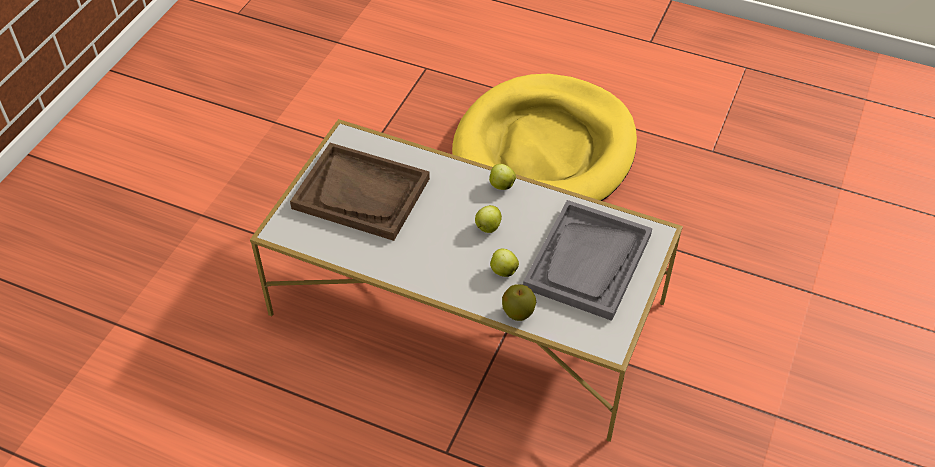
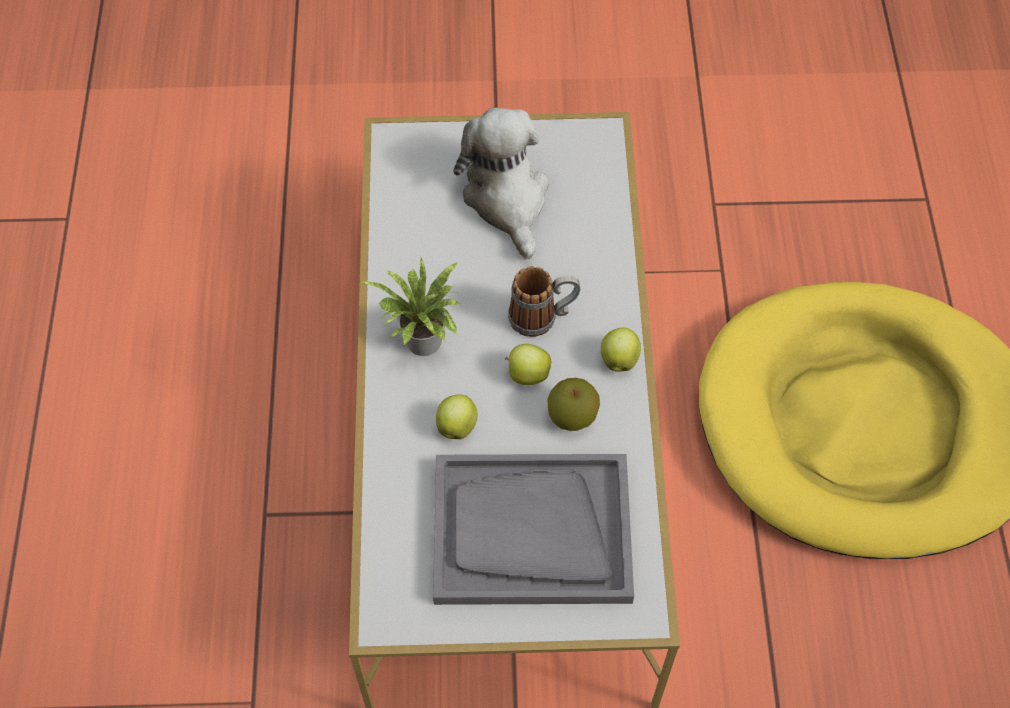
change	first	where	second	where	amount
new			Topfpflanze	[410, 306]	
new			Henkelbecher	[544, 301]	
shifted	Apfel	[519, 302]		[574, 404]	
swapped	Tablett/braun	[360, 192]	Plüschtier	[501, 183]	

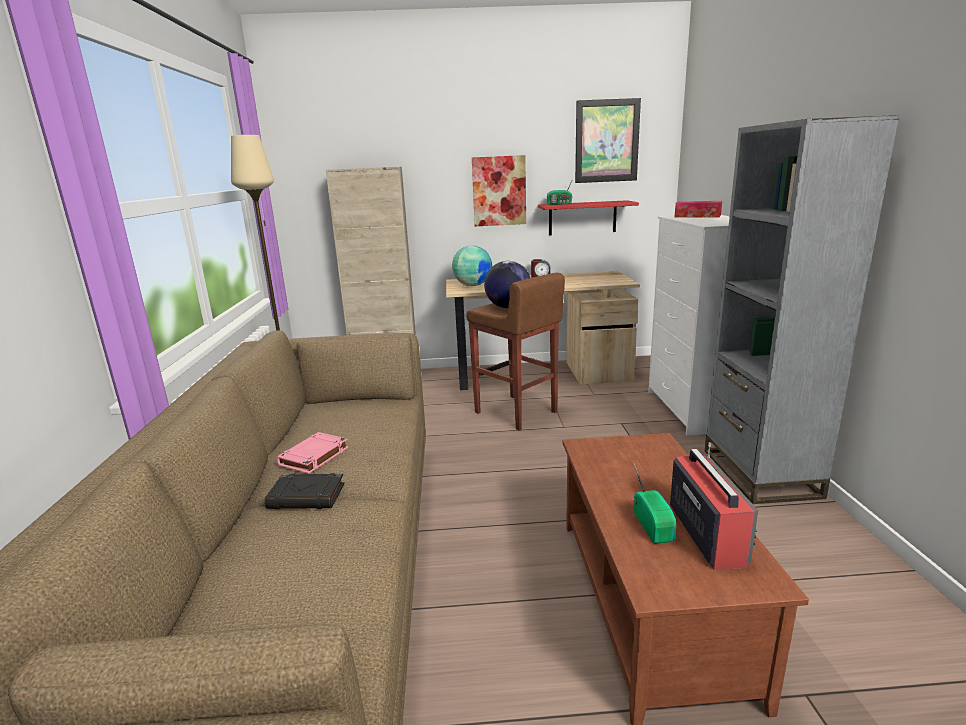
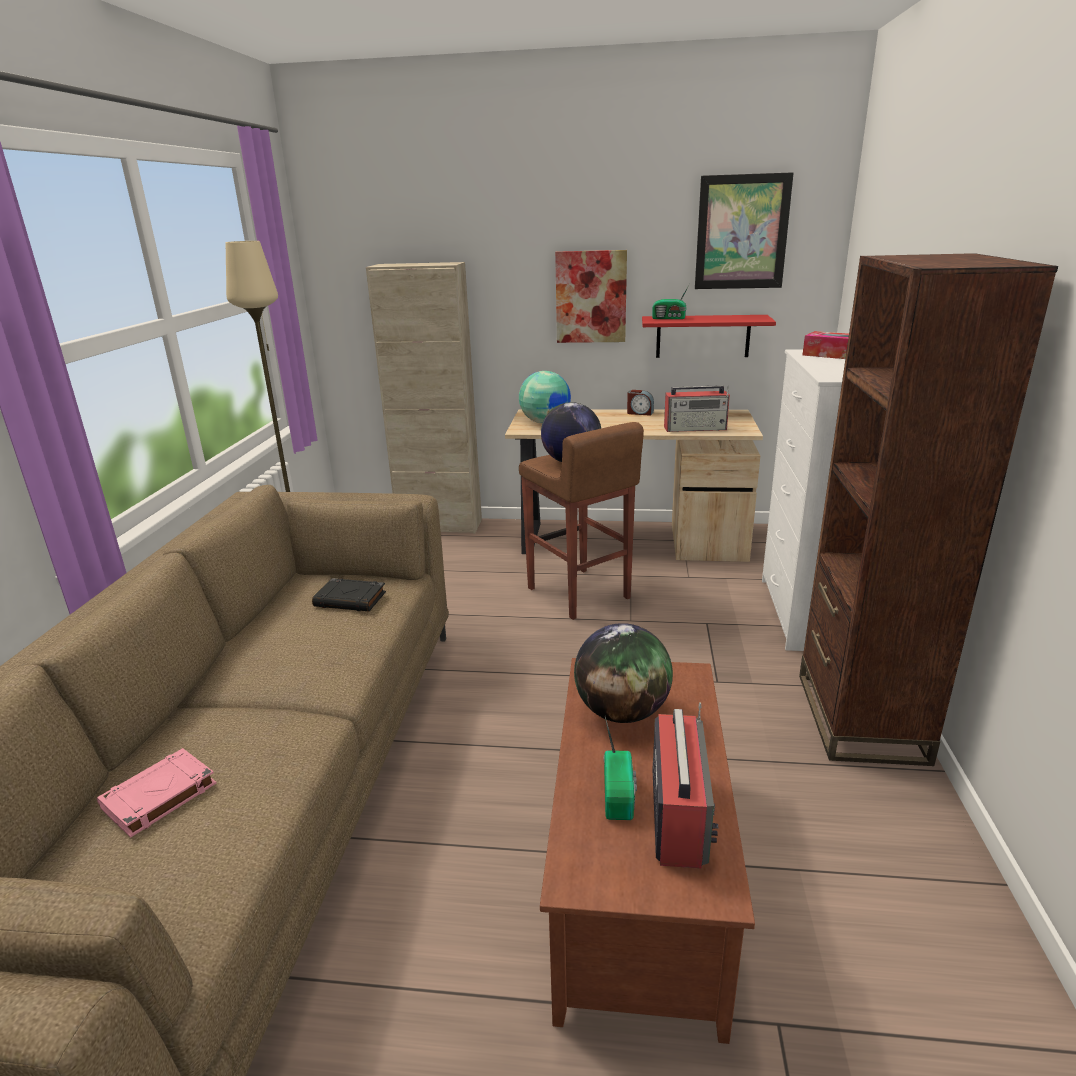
change	first	where	second	where	amount
new			Globus	[623, 673]	
new			Radio	[697, 408]	
shifted	Buch/schwarz	[304, 491]		[349, 594]	
shifted	Buch/rosa	[312, 453]		[156, 793]	
repainted	Bücherregal/grau	[802, 309]	Bücherregal/braun	[928, 509]	

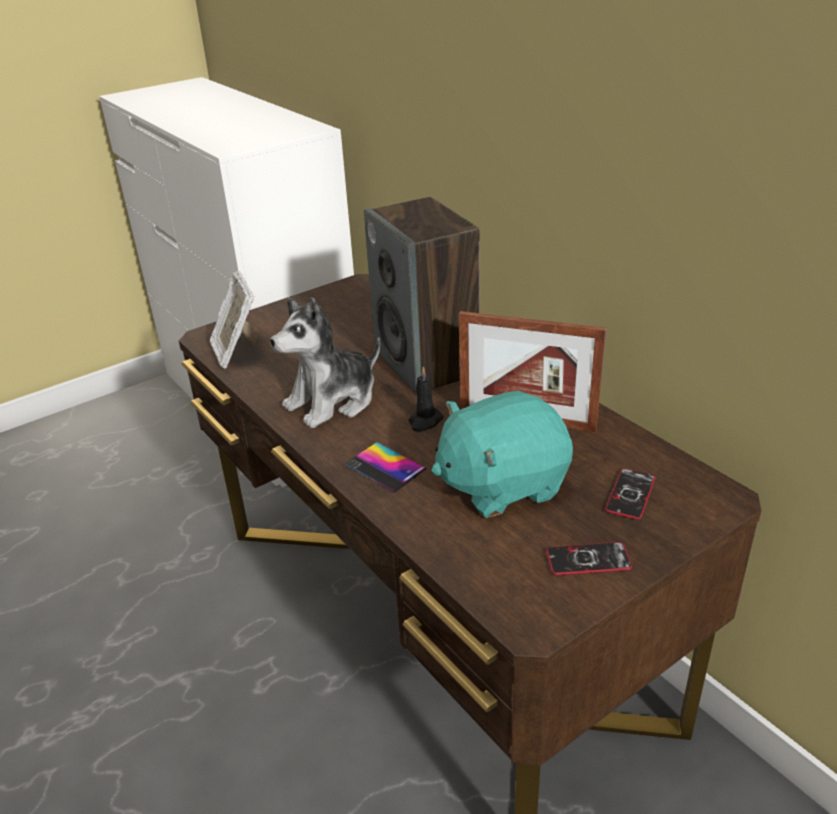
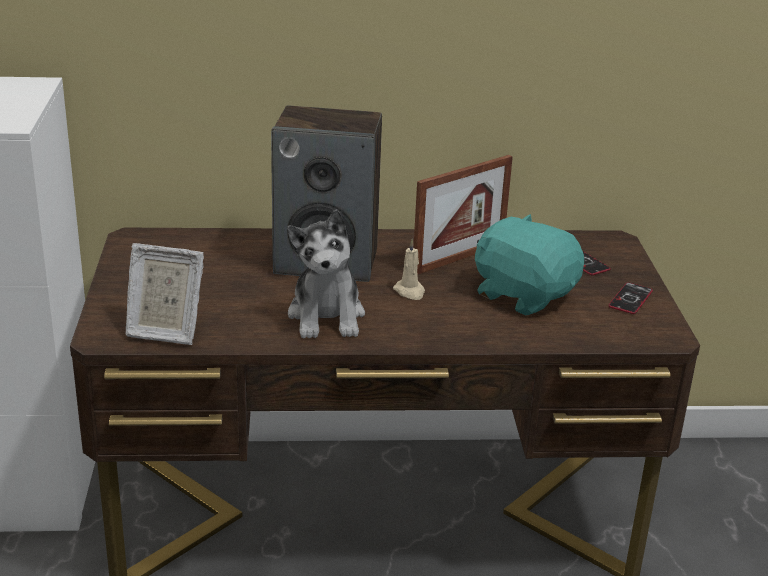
change	first	where	second	where	amount
gone	Handy	[385, 467]			
repainted	Kerze/schwarz	[426, 399]	Kerze/beige	[409, 269]	
rotated	Plüschtier/türkis	[502, 454]		[529, 265]	120 degrees clockwise

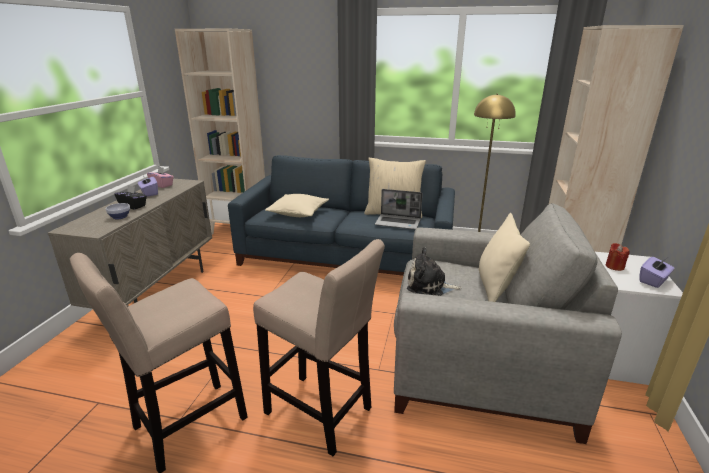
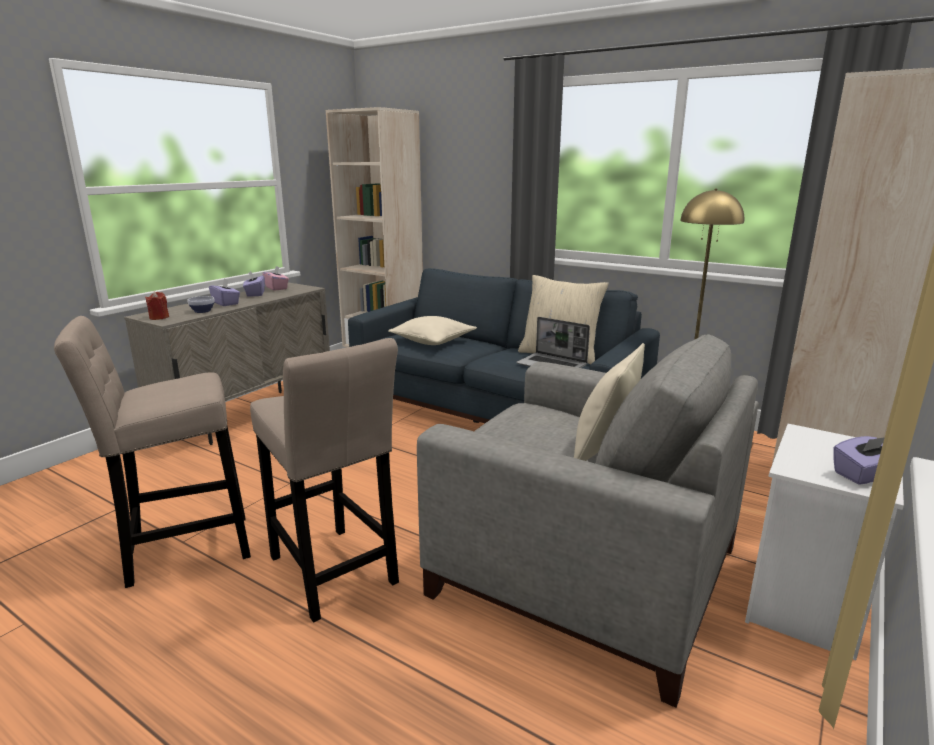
change	first	where	second	where	amount
gone	Plüschtier	[434, 271]			
shifted	Kerze/rot	[618, 257]		[157, 306]	
repainted	Taschentuchbox/schwarz	[130, 197]	Taschentuchbox/lila	[224, 292]	

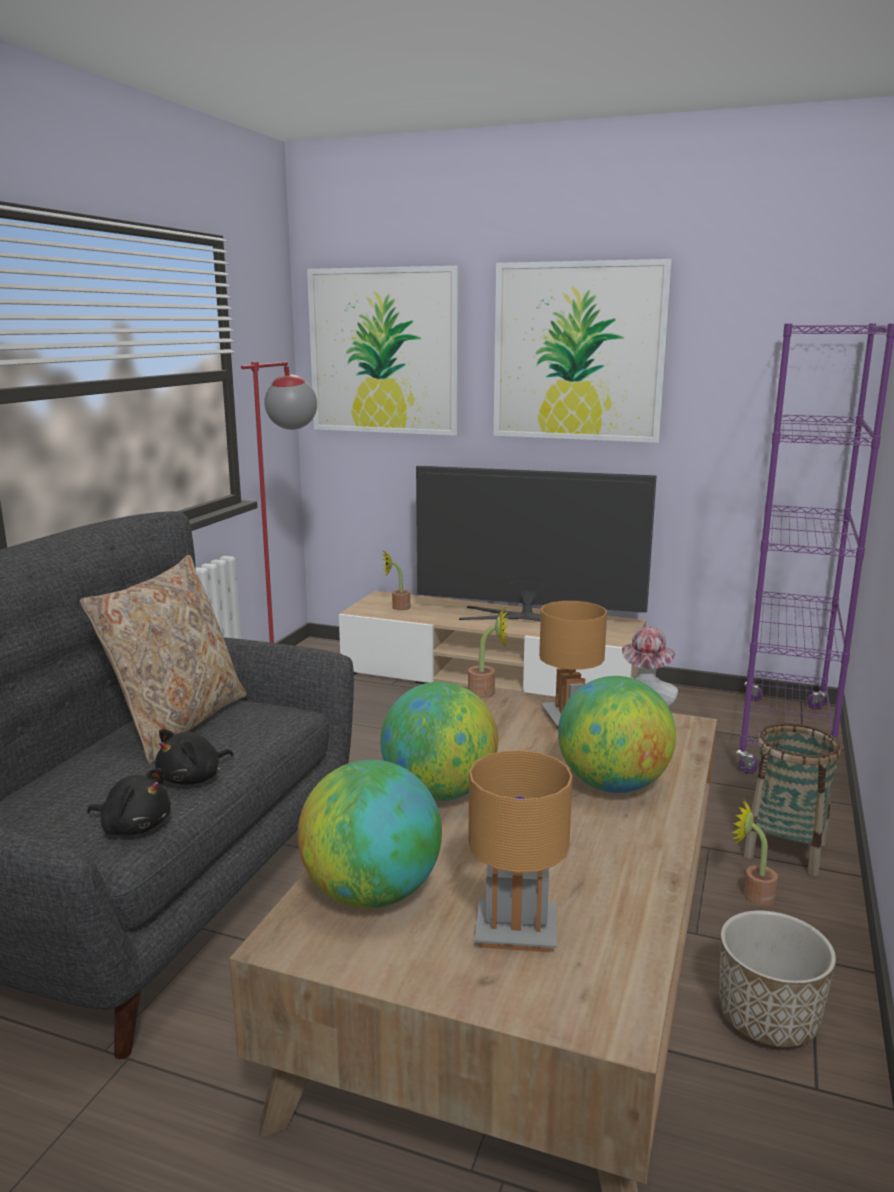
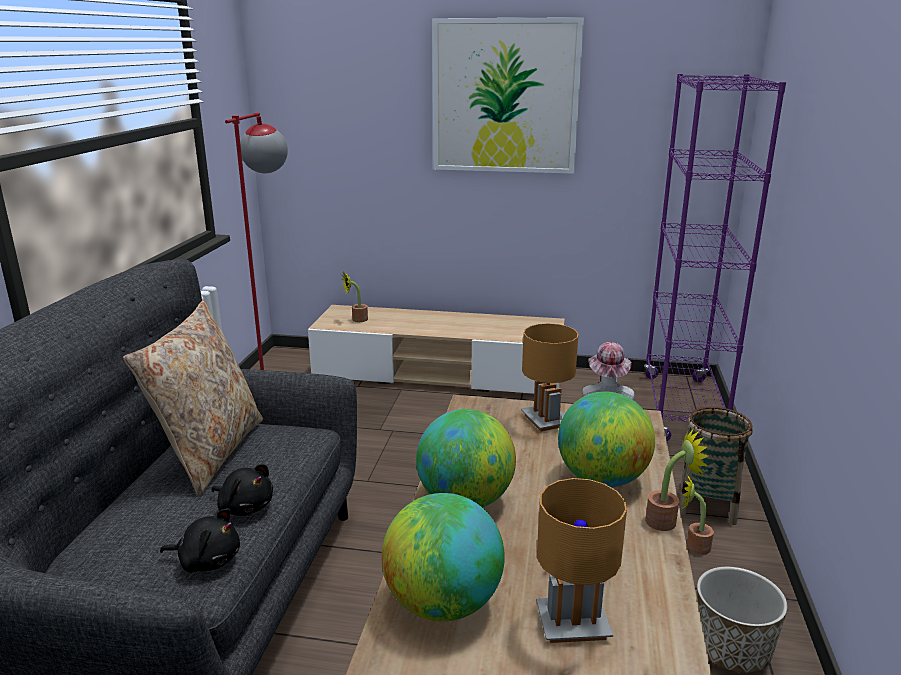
change	first	where	second	where	amount
gone	Bild	[383, 351]			
gone	Fernseher	[536, 543]			
shifted	Topfpflanze	[488, 652]		[676, 479]	
rotated	Plüschtier/schwarz	[194, 757]		[242, 490]	90 degrees counterclockwise

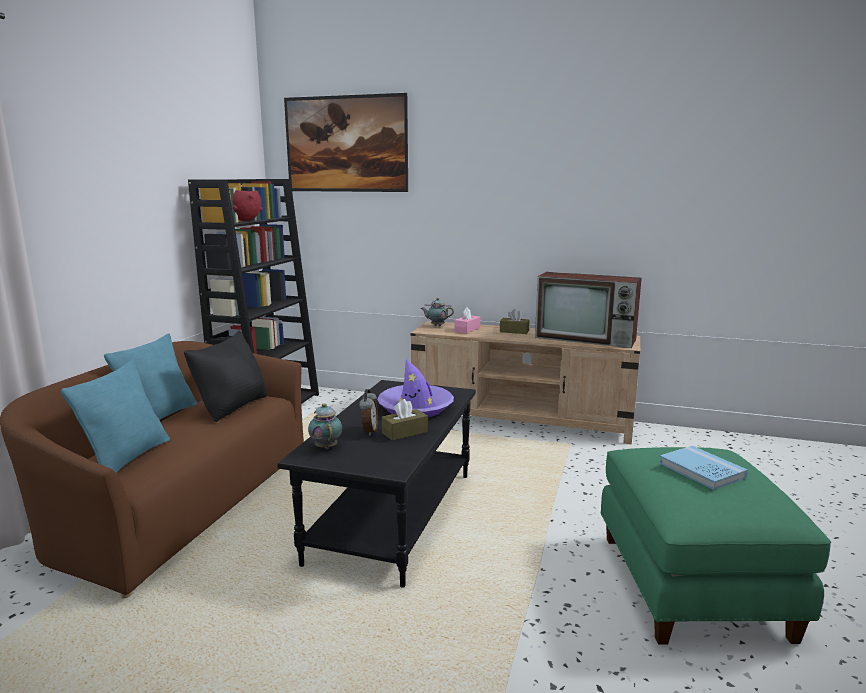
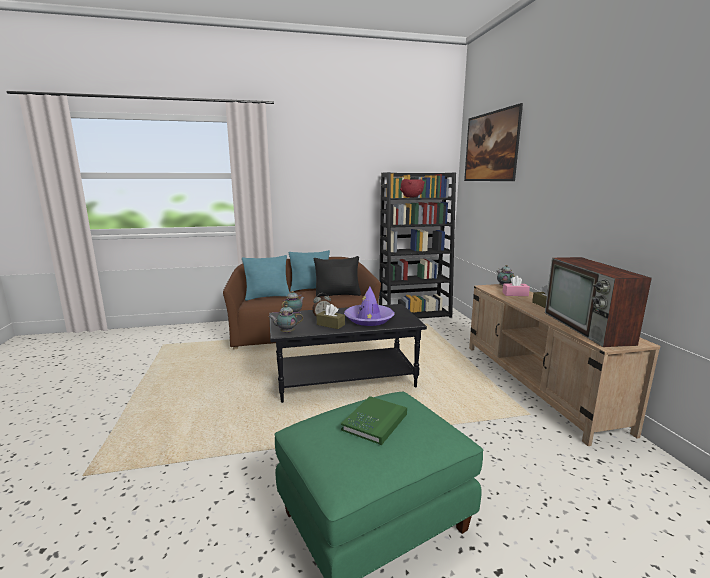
change	first	where	second	where	amount
new			Teekanne	[285, 319]	
repainted	Buch/blau	[703, 468]	Buch/grün	[374, 420]	

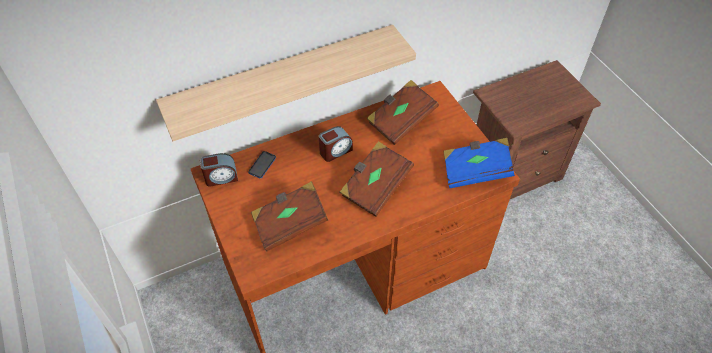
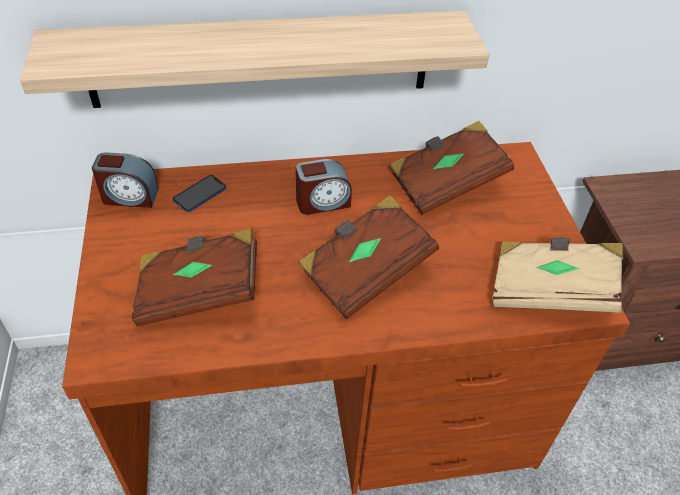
change	first	where	second	where	amount
repainted	Buch/blau	[479, 163]	Buch/beige	[558, 275]	

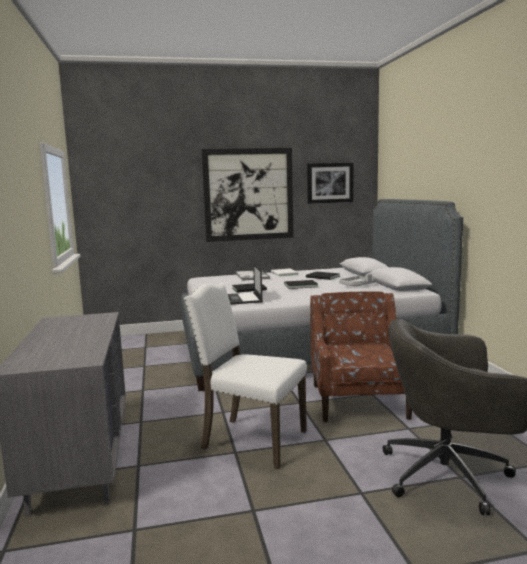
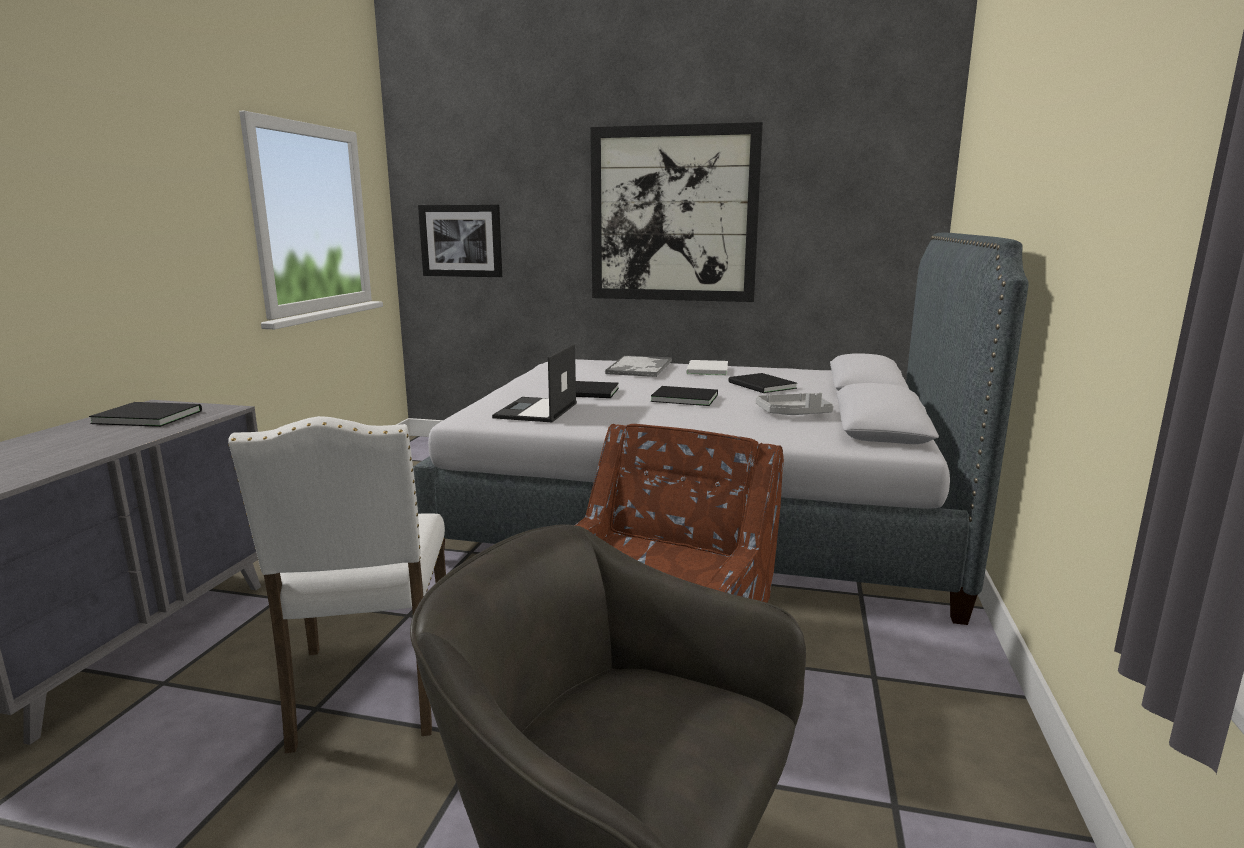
change	first	where	second	where	amount
new			Buch/schwarz	[145, 414]	
shifted	Bild	[330, 183]		[460, 241]	
rotated	Stuhl/weiß	[245, 376]		[337, 584]	150 degrees counterclockwise

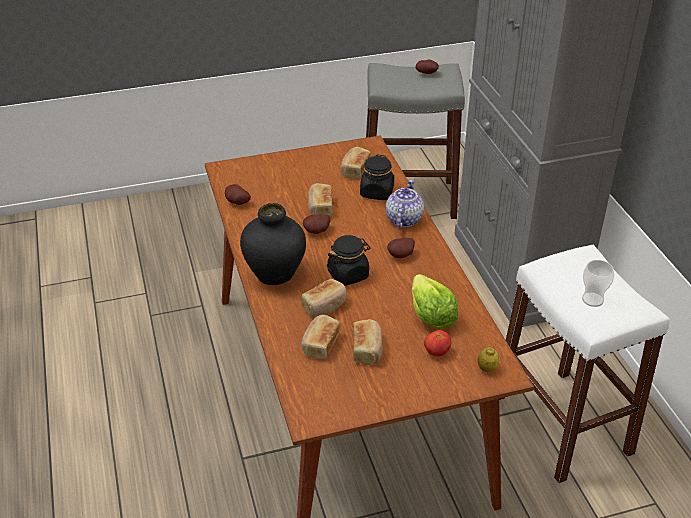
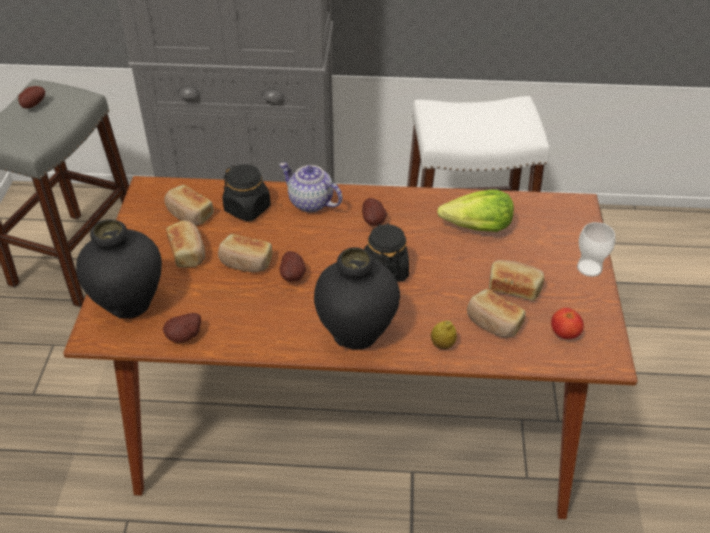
change	first	where	second	where	amount
new			Vase/schwarz	[119, 269]	
shifted	Brot	[324, 298]		[185, 243]	
shifted	Tomate	[437, 343]		[567, 323]	
shifted	Zitrone	[488, 359]		[444, 335]	
shifted	Tasse	[598, 283]		[596, 249]	

